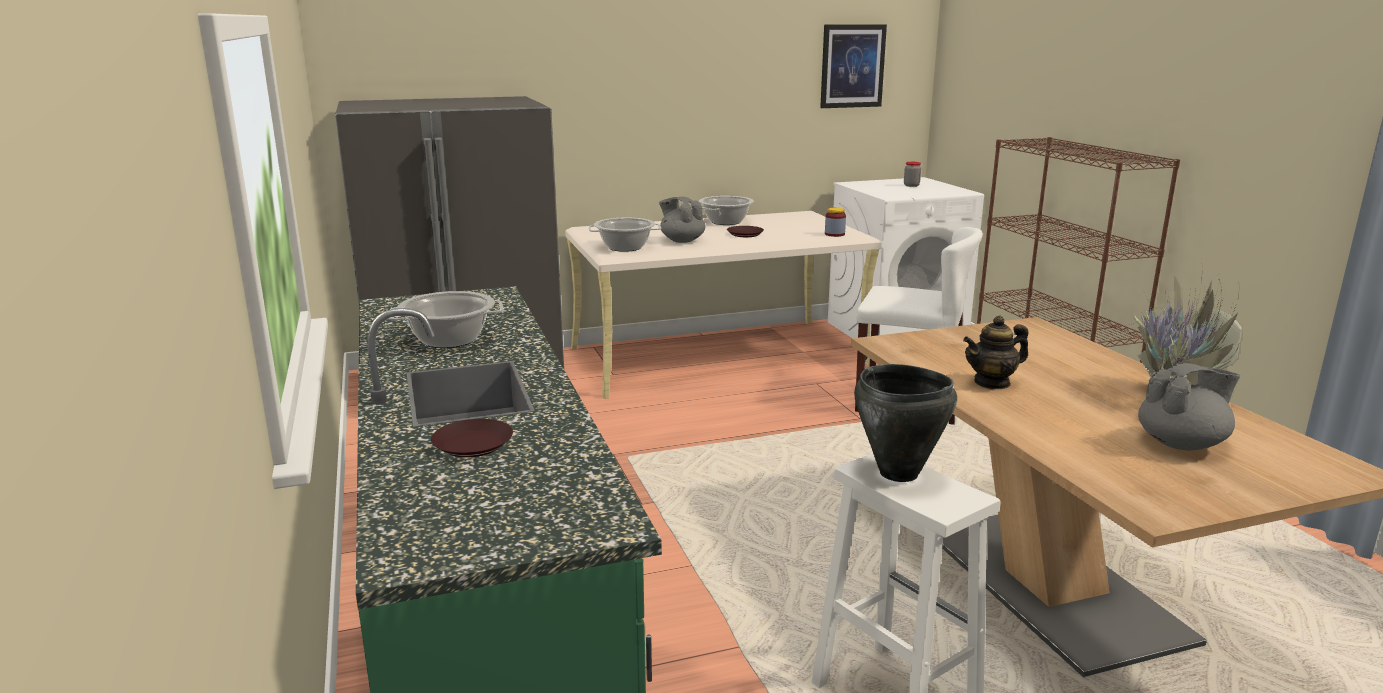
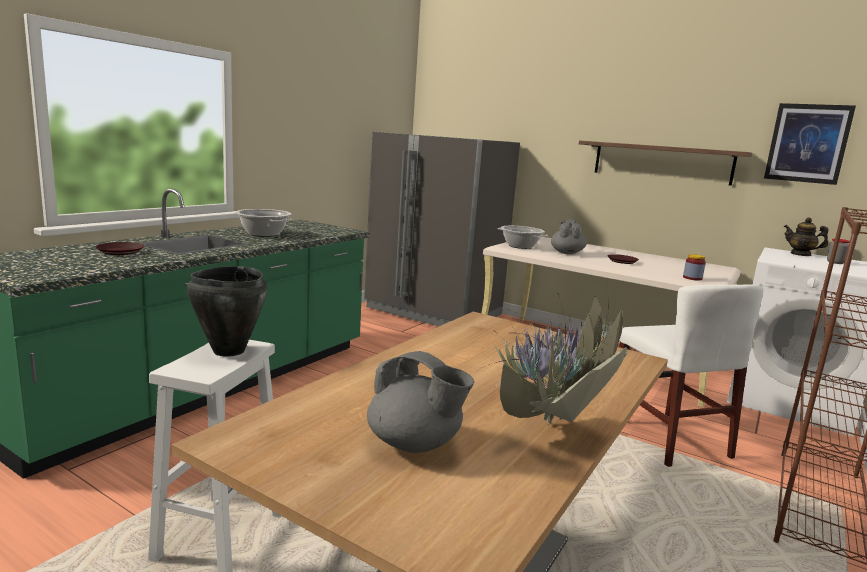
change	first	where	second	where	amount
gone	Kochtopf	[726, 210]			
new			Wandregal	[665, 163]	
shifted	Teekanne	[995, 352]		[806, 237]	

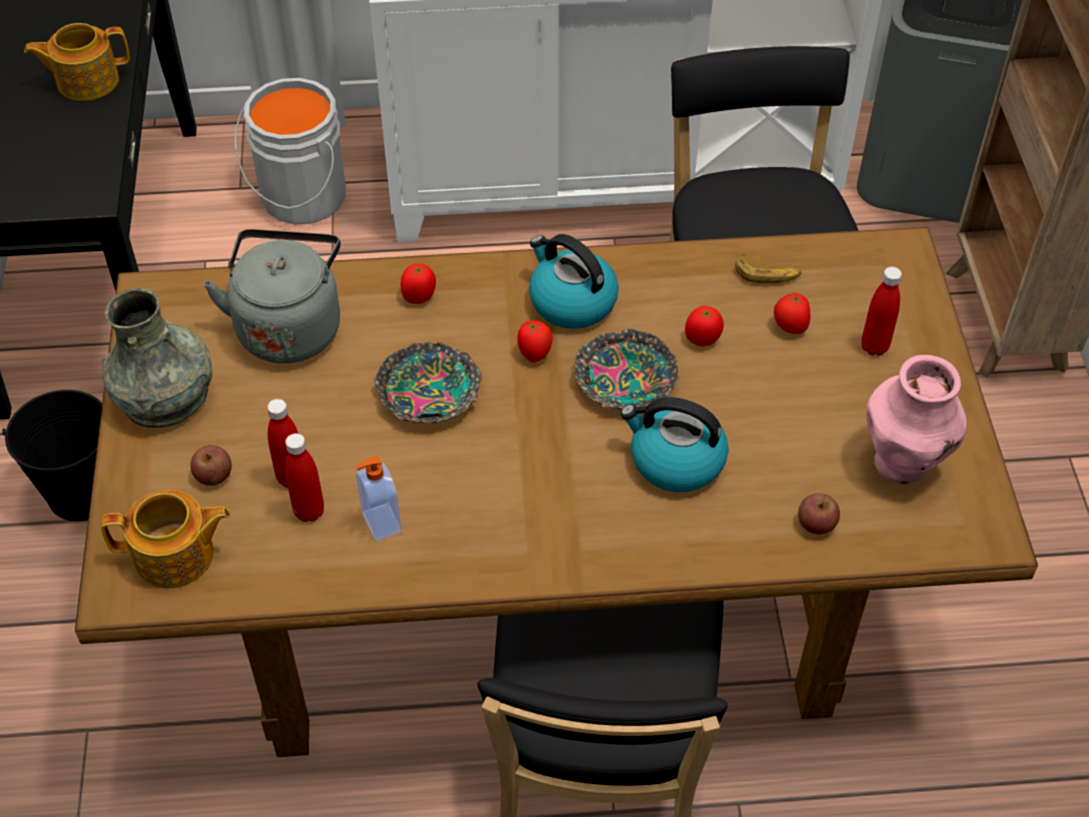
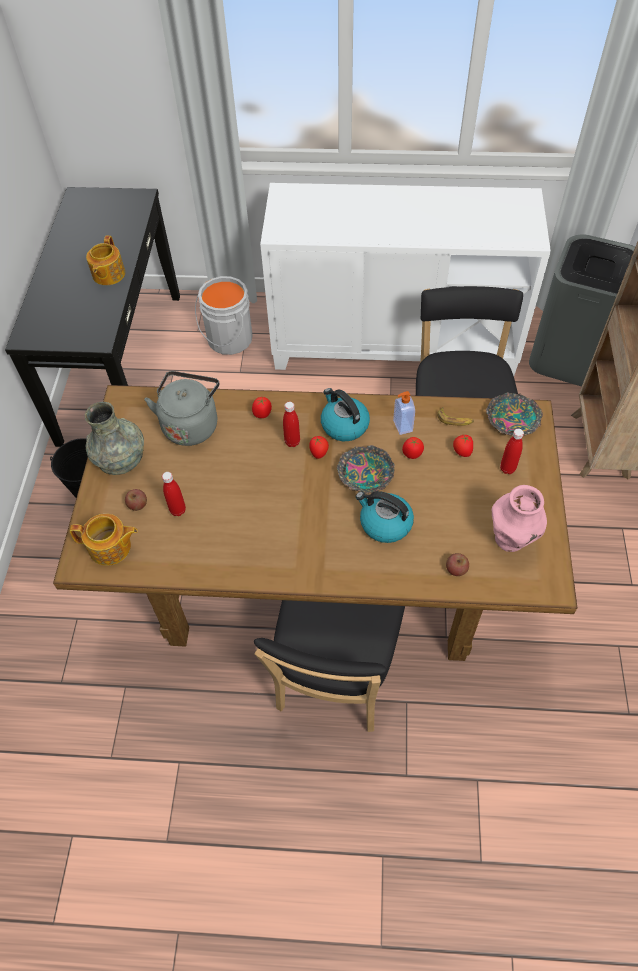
change	first	where	second	where	amount
shifted	Flasche/rot	[304, 477]		[291, 424]	
shifted	Seifenspender	[379, 498]		[404, 413]	
shifted	Schüssel	[428, 382]		[514, 414]	
rotated	Teekanne	[77, 62]		[105, 260]	75 degrees counterclockwise

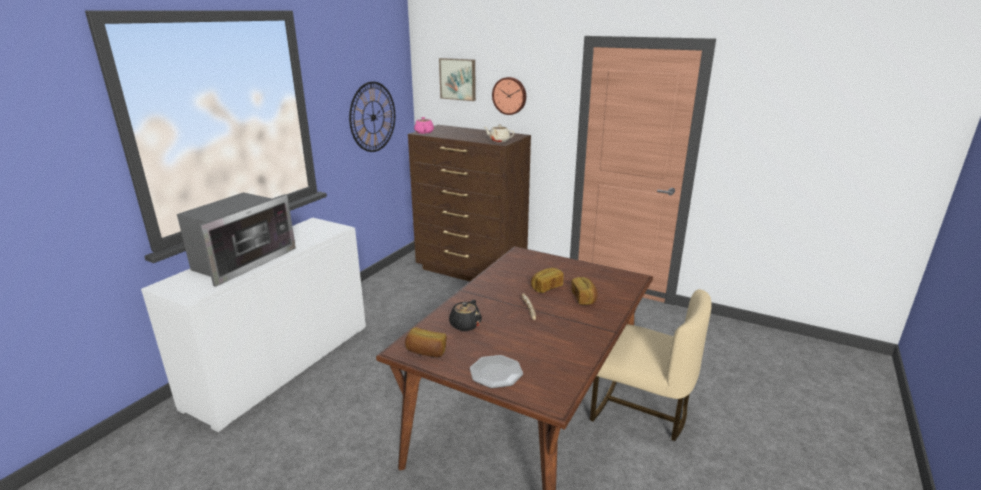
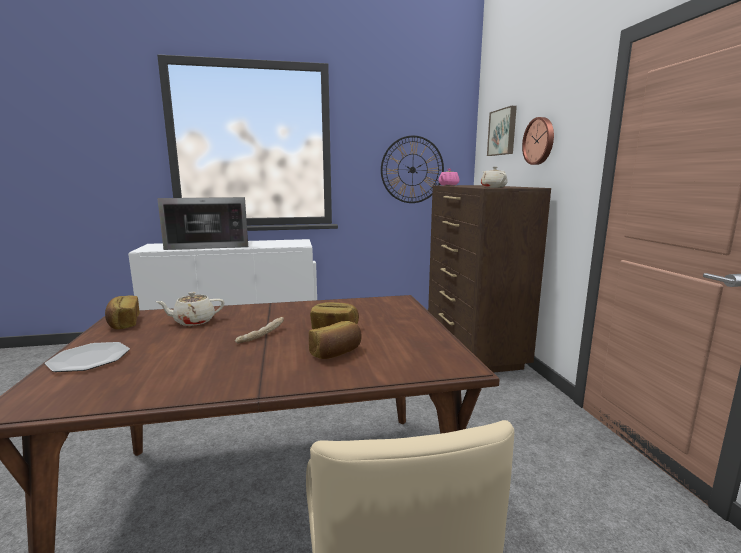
change	first	where	second	where	amount
repainted	Teekanne/schwarz	[465, 315]	Teekanne/beige	[190, 309]	

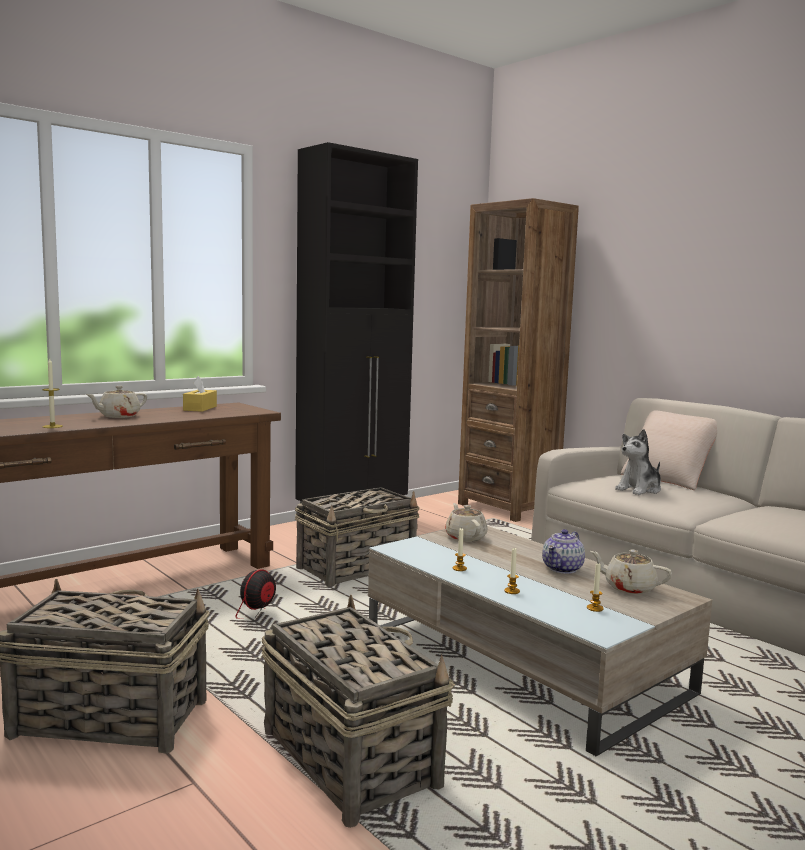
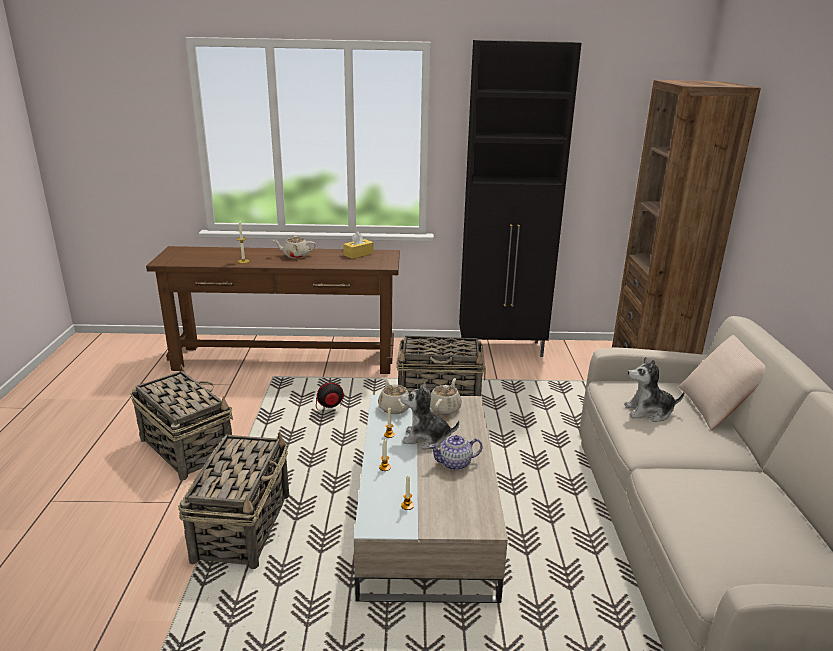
change	first	where	second	where	amount
new			Plüschtier	[429, 415]	
shifted	Teekanne/beige	[631, 572]		[394, 395]	

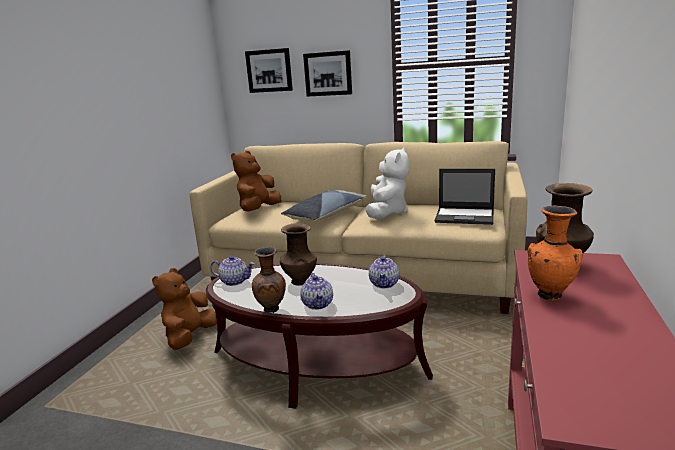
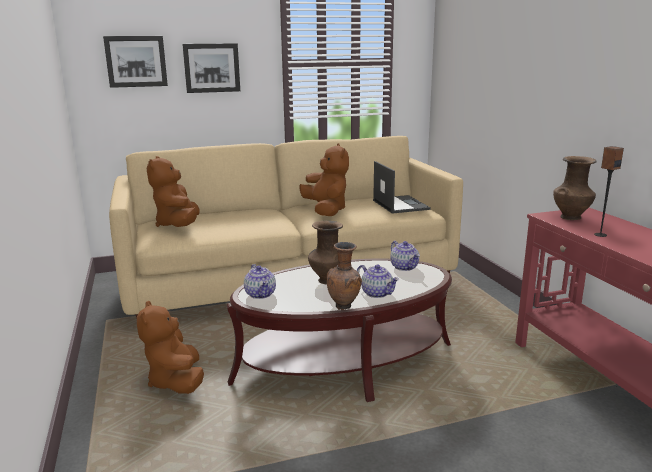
change	first	where	second	where	amount
gone	Kissen	[324, 205]			
swapped	Vase/orange	[555, 253]	Lautsprecher	[609, 191]	
repainted	Plüschtier/weiß	[387, 183]	Plüschtier/braun	[324, 179]	
rotated	Teekanne	[232, 271]		[260, 281]	90 degrees clockwise
rotated	Laptop	[465, 197]		[402, 187]	90 degrees counterclockwise

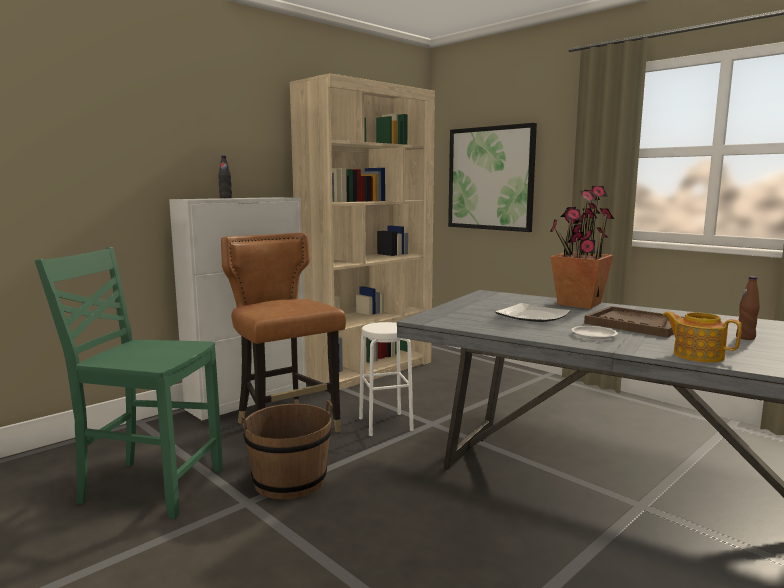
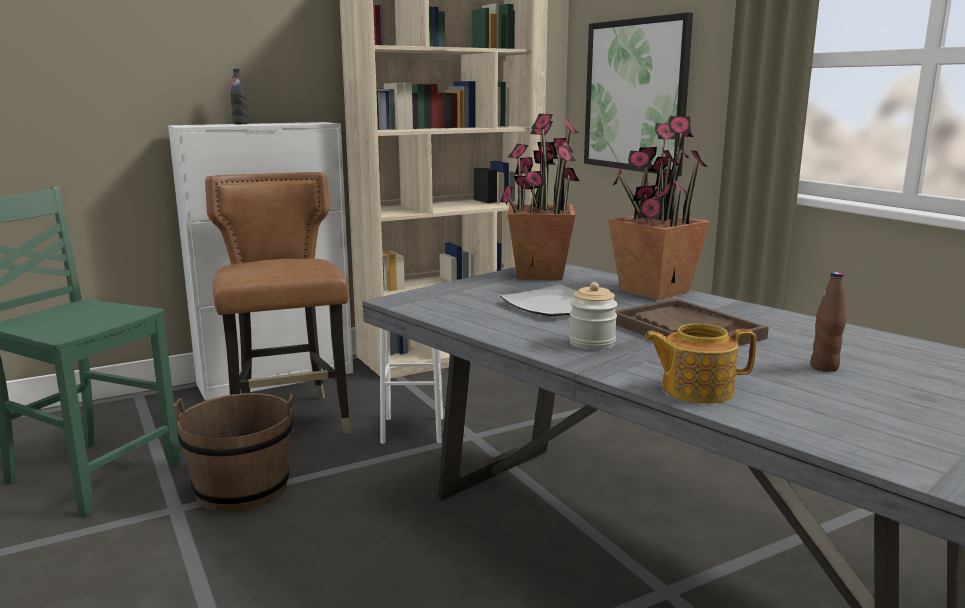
change	first	where	second	where	amount
new			Topfpflanze	[539, 197]	
swapped	Teller/weiß	[594, 332]	Vorratsglas	[593, 316]	
rotated	Teekanne	[702, 337]		[700, 363]	60 degrees counterclockwise

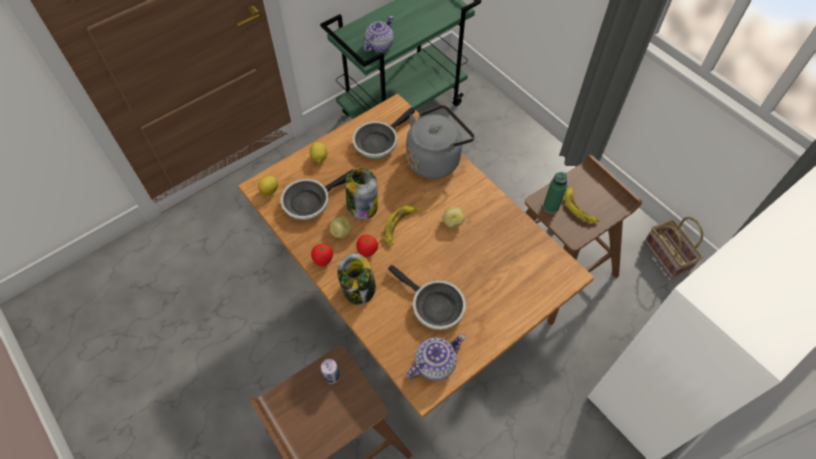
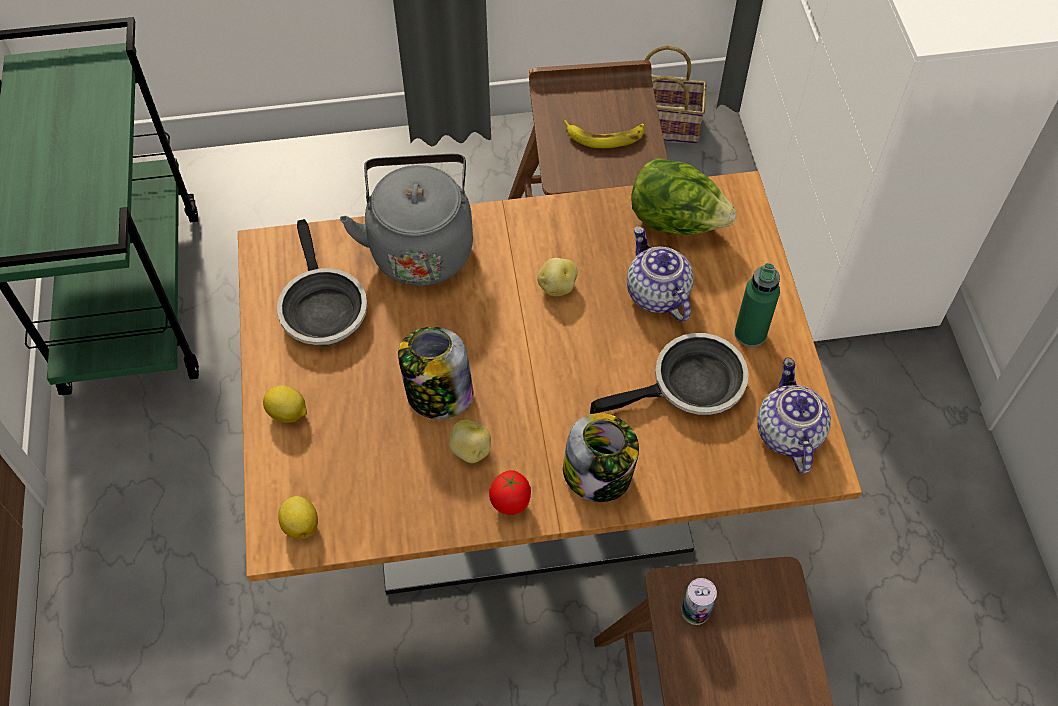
change	first	where	second	where	amount
gone	Pfanne	[317, 194]			
gone	Tomate	[367, 246]			
gone	Banane	[402, 225]			
new			Salatkopf	[684, 196]	
shifted	Teekanne	[379, 34]		[660, 274]	
shifted	Flasche/grün	[555, 192]		[757, 305]	

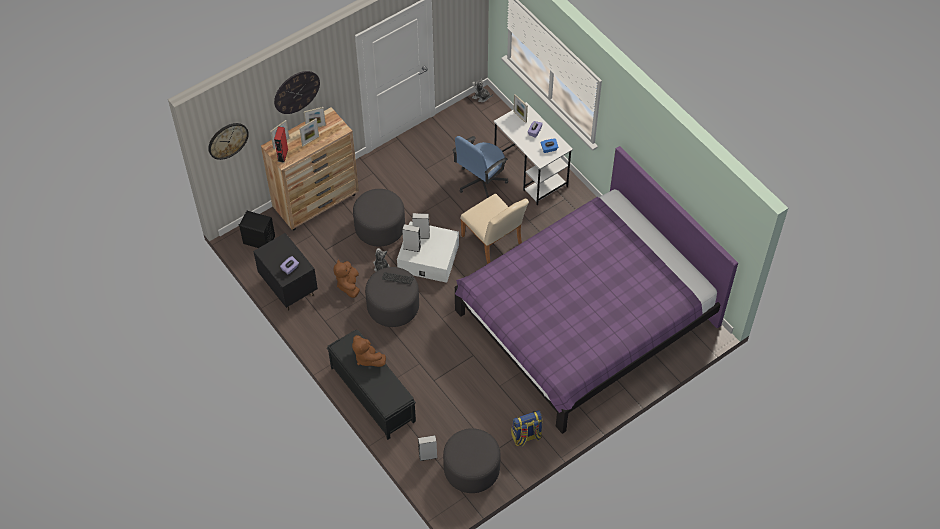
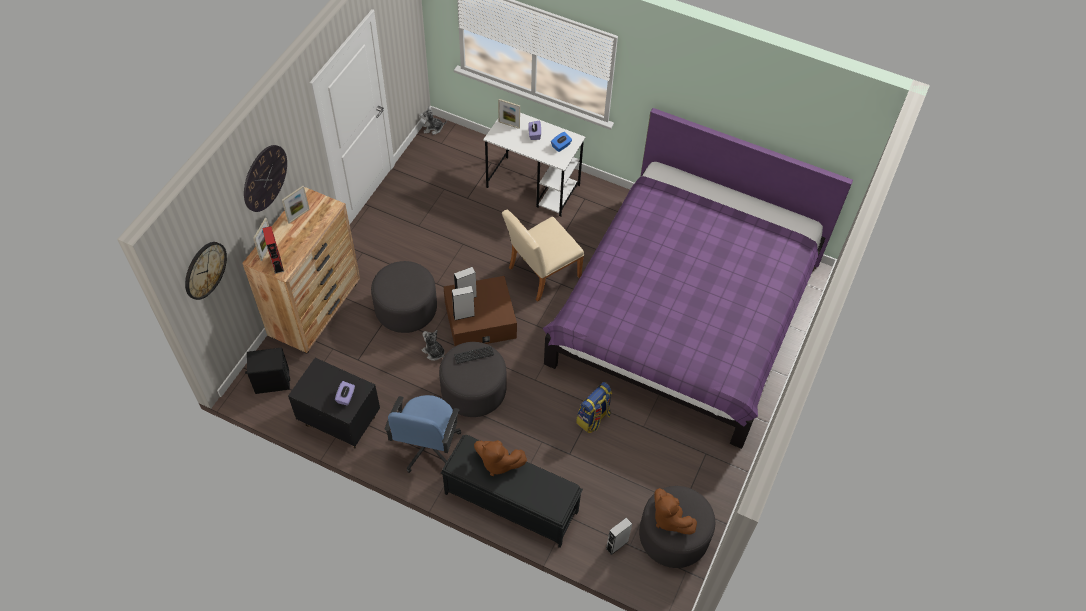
change	first	where	second	where	amount
gone	Bilderrahmen	[309, 132]			
shifted	Plüschtier/braun	[347, 278]		[675, 511]	
shifted	Bürostuhl/blau	[480, 167]		[423, 434]	
shifted	Rucksack	[527, 428]		[594, 407]	
repainted	Aufbewahrungsbox/weiß	[428, 252]	Aufbewahrungsbox/braun	[480, 311]	
rotated	Stuhl/beige	[494, 229]		[543, 256]	120 degrees clockwise

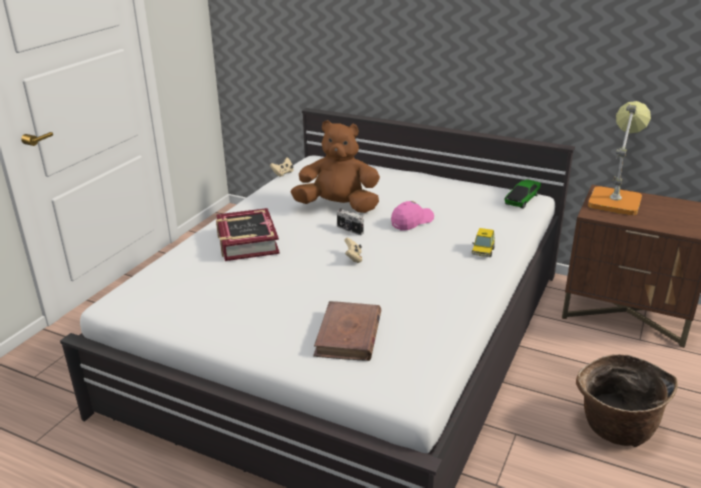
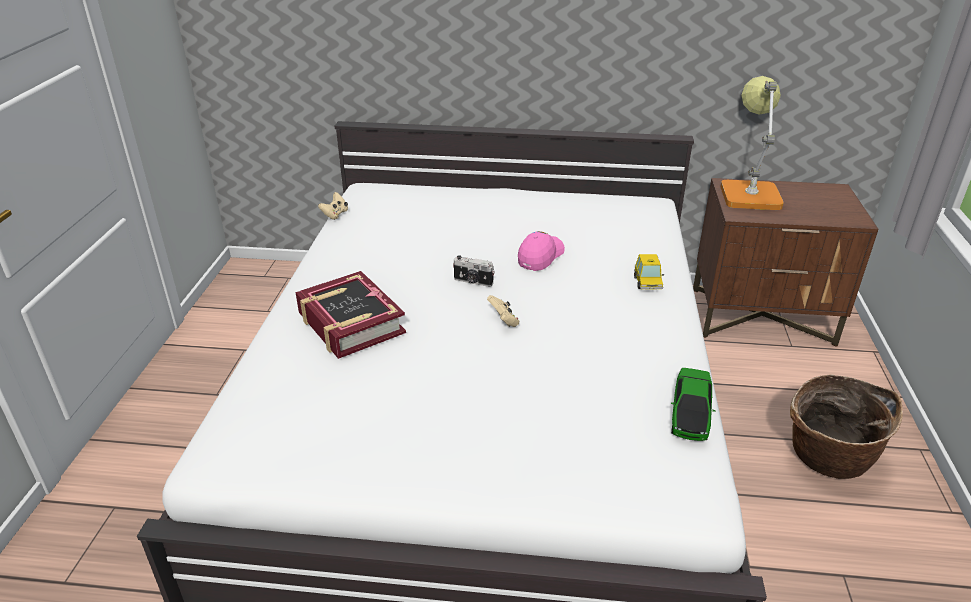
change	first	where	second	where	amount
gone	Plüschtier/braun	[335, 166]			
gone	Buch/braun	[347, 331]			
shifted	Spielzeugauto	[523, 194]		[693, 404]	

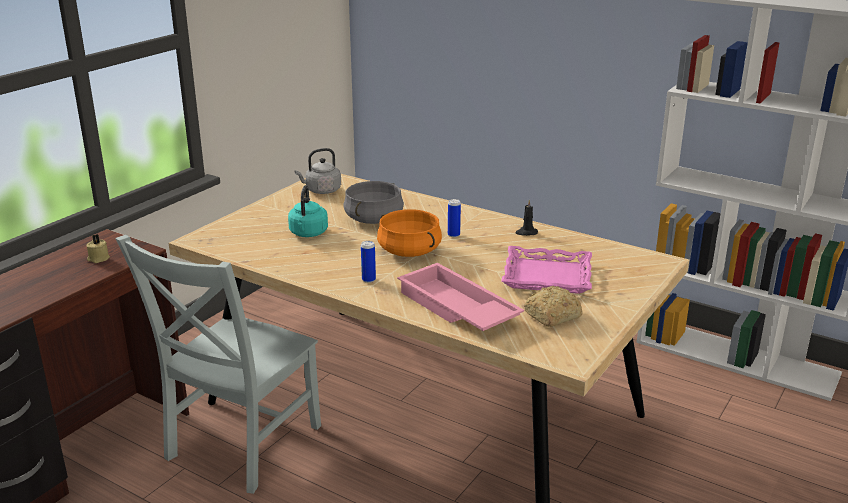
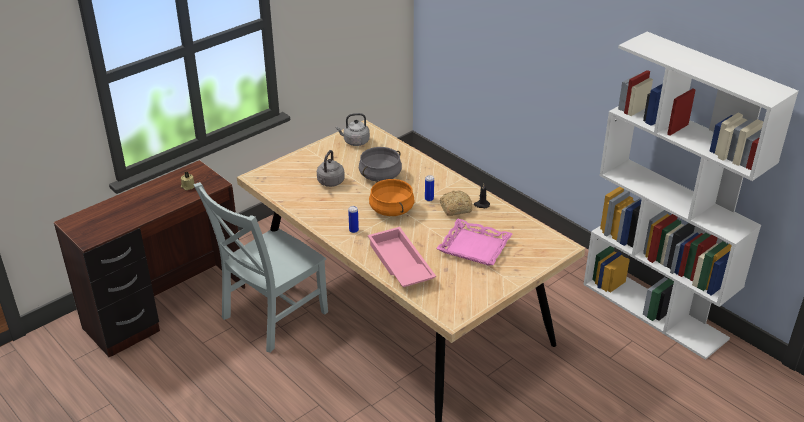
change	first	where	second	where	amount
shifted	Brot	[553, 306]		[456, 203]	
repainted	Wasserkessel/türkis	[308, 211]	Wasserkessel/grau	[331, 168]	

